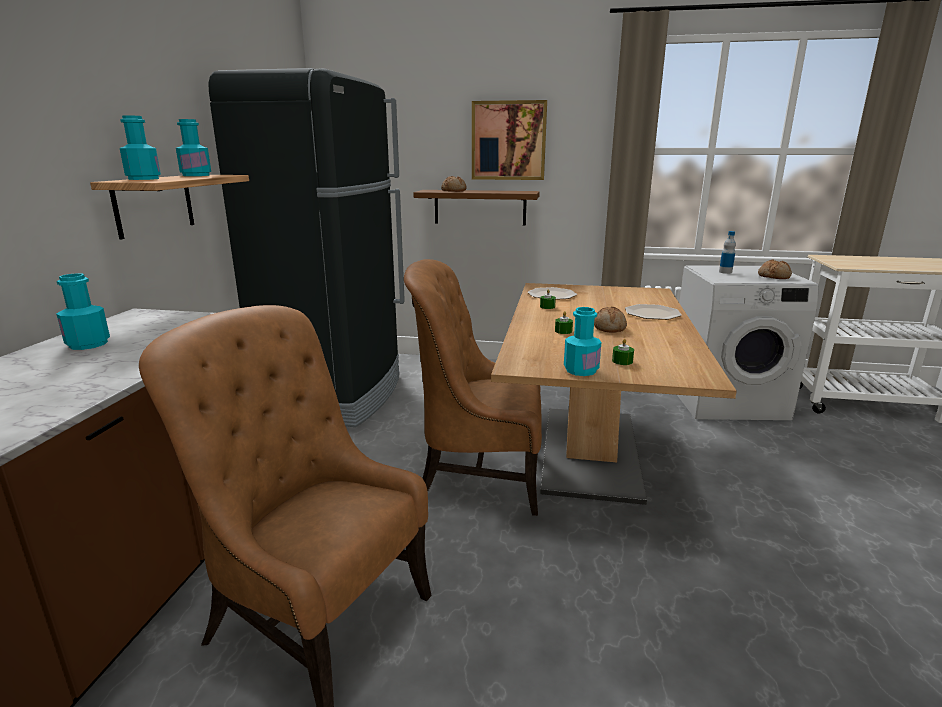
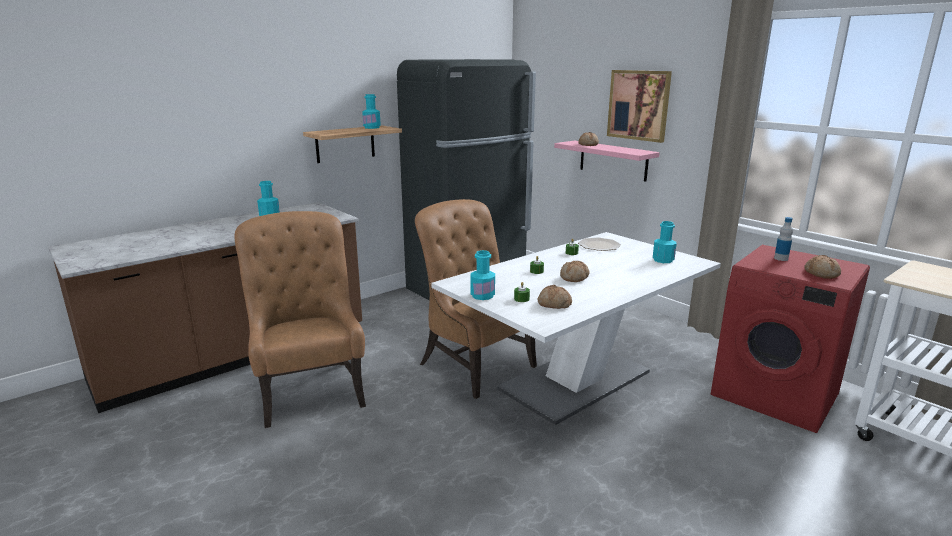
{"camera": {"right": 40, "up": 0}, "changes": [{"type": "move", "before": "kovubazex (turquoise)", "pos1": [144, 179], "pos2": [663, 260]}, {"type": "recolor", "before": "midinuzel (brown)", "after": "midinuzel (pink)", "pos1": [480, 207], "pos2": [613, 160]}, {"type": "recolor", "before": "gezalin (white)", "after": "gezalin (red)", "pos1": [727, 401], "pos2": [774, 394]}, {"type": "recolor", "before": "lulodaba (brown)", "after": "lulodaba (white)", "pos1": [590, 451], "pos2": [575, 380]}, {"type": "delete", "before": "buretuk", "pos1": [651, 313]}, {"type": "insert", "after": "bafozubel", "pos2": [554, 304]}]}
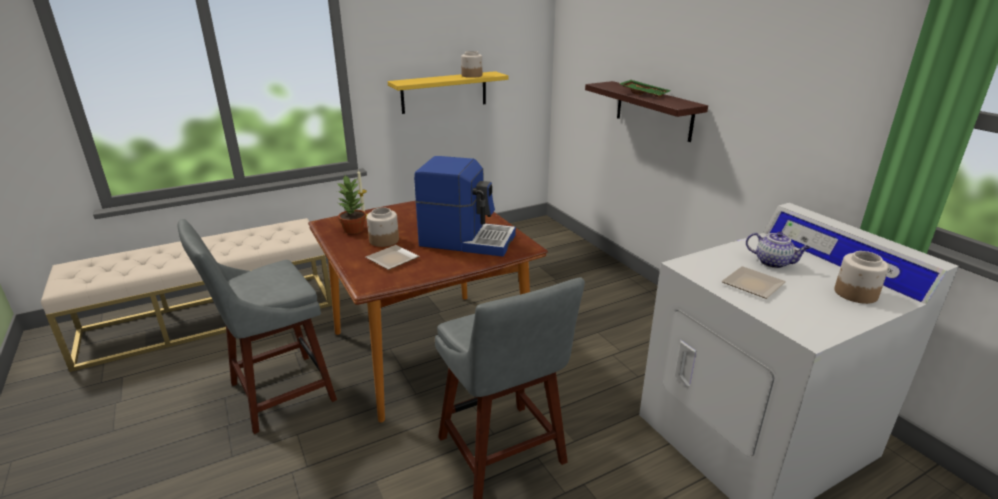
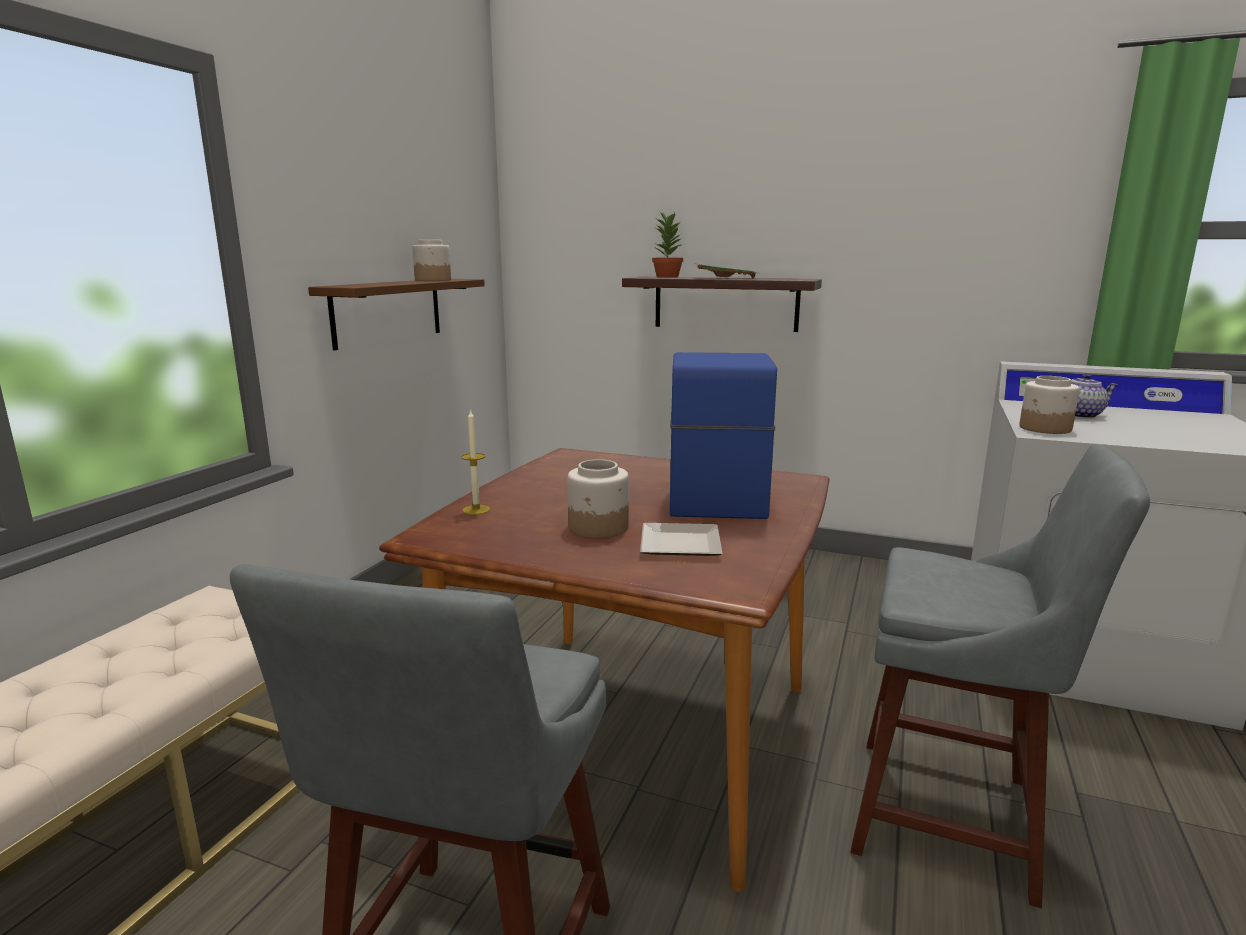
{"camera": {"right": -40, "up": -10}, "changes": [{"type": "recolor", "before": "midinuzel (yellow)", "after": "midinuzel (brown)", "pos1": [444, 92], "pos2": [388, 311]}, {"type": "rotate", "before": "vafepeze", "pos1": [467, 240], "pos2": [713, 492], "turn": -60}, {"type": "move", "before": "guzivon", "pos1": [354, 229], "pos2": [667, 277]}, {"type": "move", "before": "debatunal", "pos1": [855, 294], "pos2": [1045, 428]}, {"type": "delete", "before": "buretuk", "pos1": [751, 284]}]}
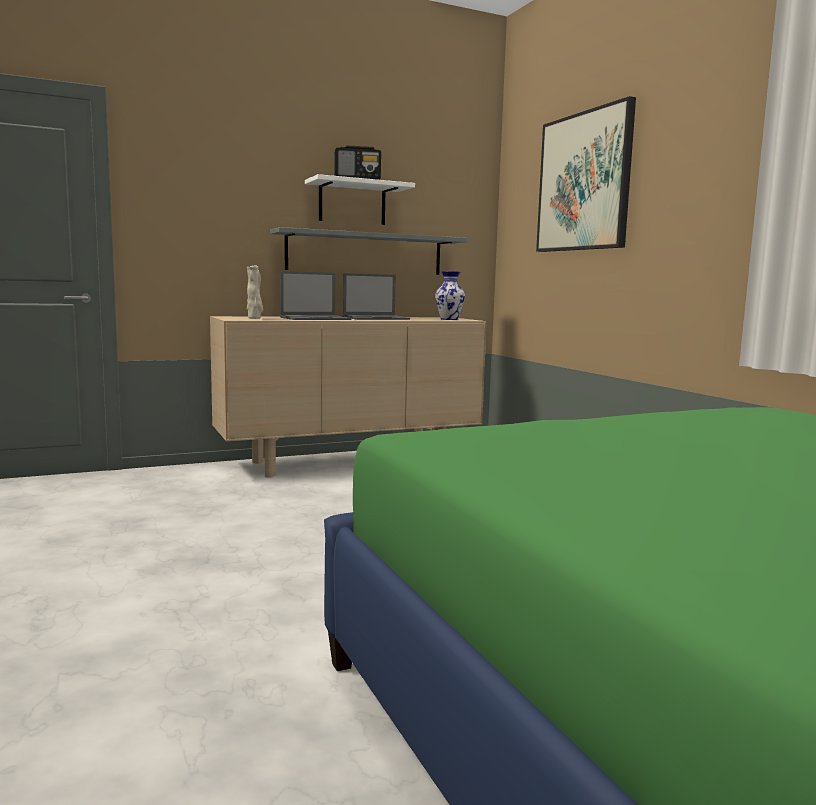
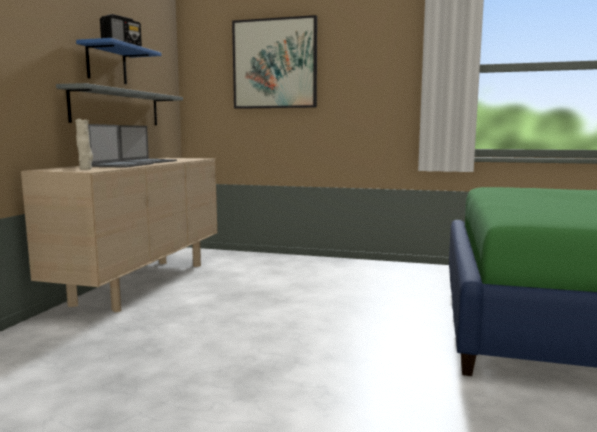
{"camera": {"right": -50, "up": 0}, "changes": [{"type": "recolor", "before": "midinuzel (white)", "after": "midinuzel (blue)", "pos1": [352, 203], "pos2": [106, 64]}, {"type": "delete", "before": "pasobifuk", "pos1": [449, 319]}]}
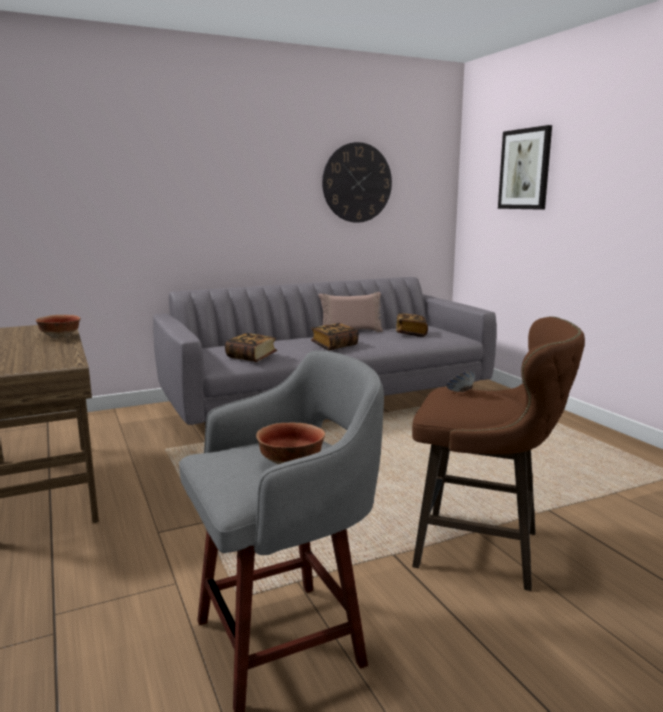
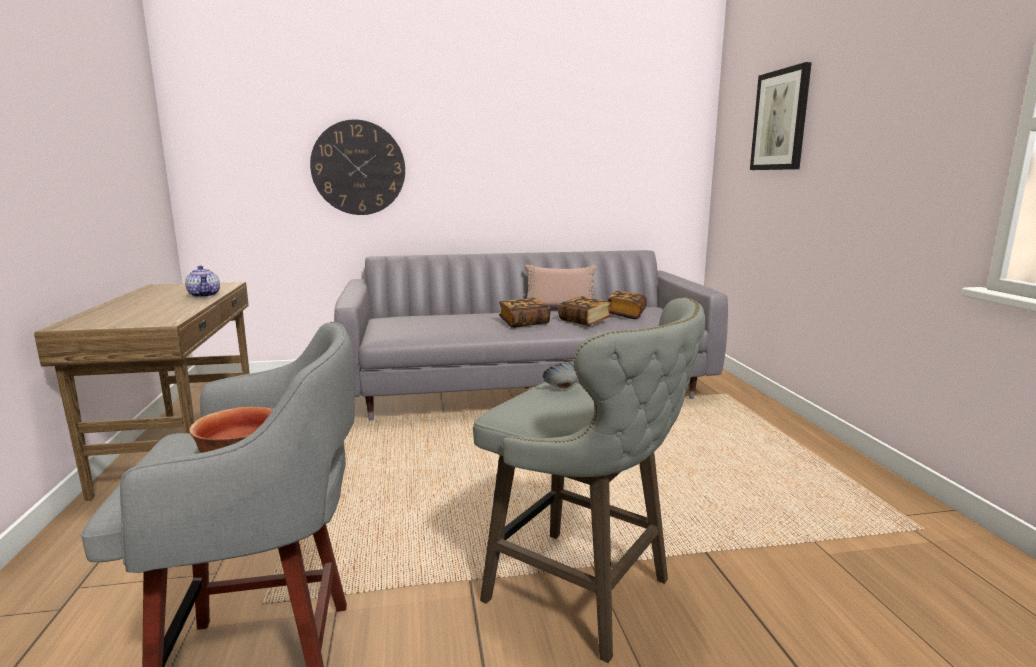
{"camera": {"right": 15, "up": 0}, "changes": [{"type": "move", "before": "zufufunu", "pos1": [357, 183], "pos2": [358, 168]}, {"type": "replace", "before": "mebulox", "after": "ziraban", "pos1": [61, 337], "pos2": [205, 295]}, {"type": "recolor", "before": "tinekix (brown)", "after": "tinekix (grey)", "pos1": [484, 550], "pos2": [585, 593]}, {"type": "move", "before": "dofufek", "pos1": [251, 357], "pos2": [584, 321]}]}
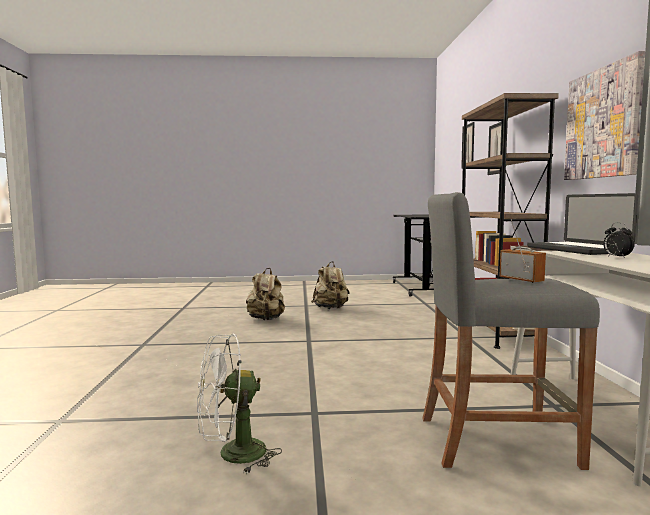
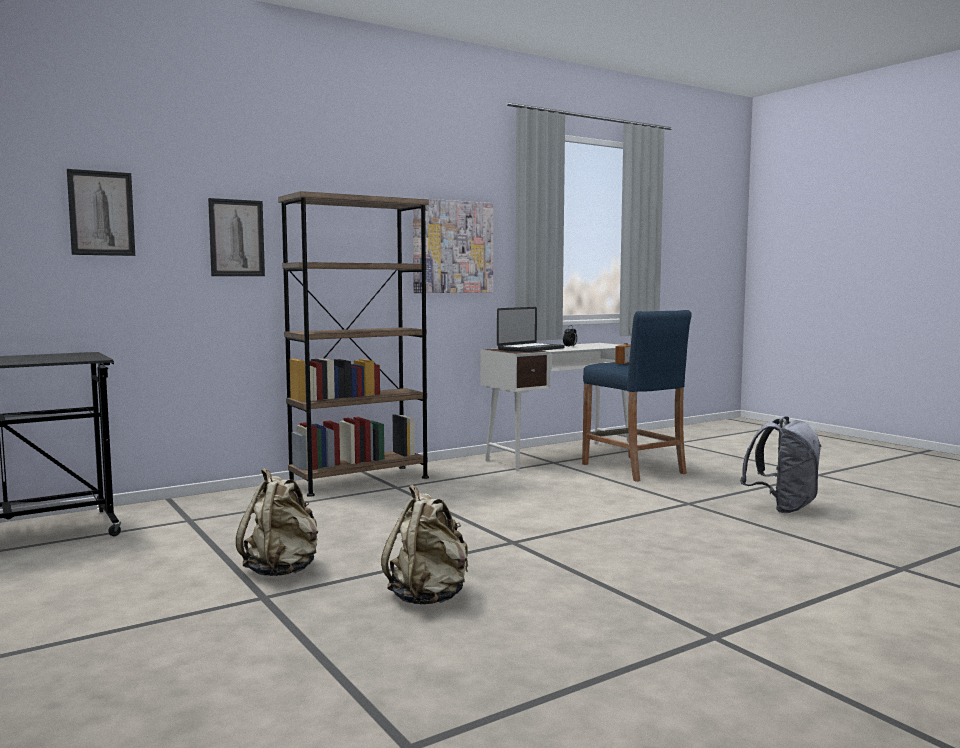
{"camera": {"right": -120, "up": 0}, "changes": [{"type": "recolor", "before": "tinekix (grey)", "after": "tinekix (blue)", "pos1": [496, 441], "pos2": [633, 469]}, {"type": "replace", "before": "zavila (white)", "after": "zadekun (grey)", "pos1": [232, 455], "pos2": [783, 508]}]}
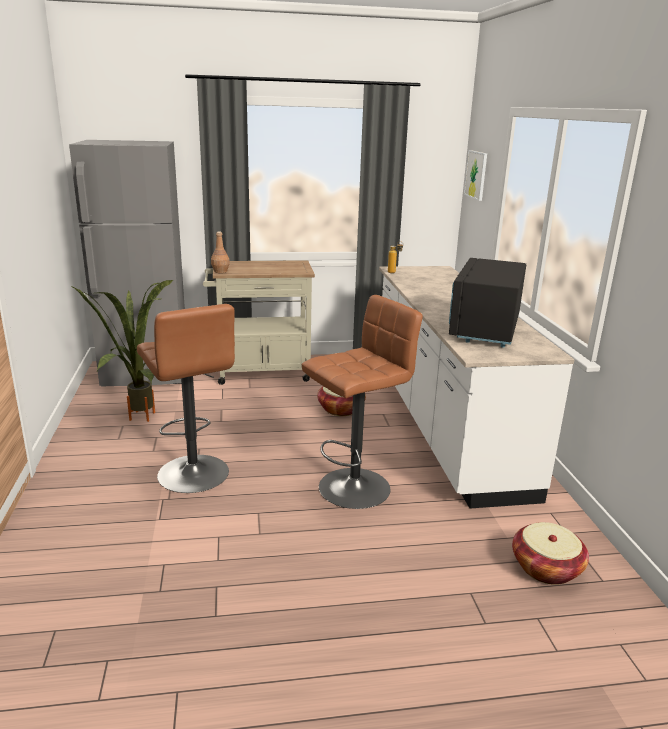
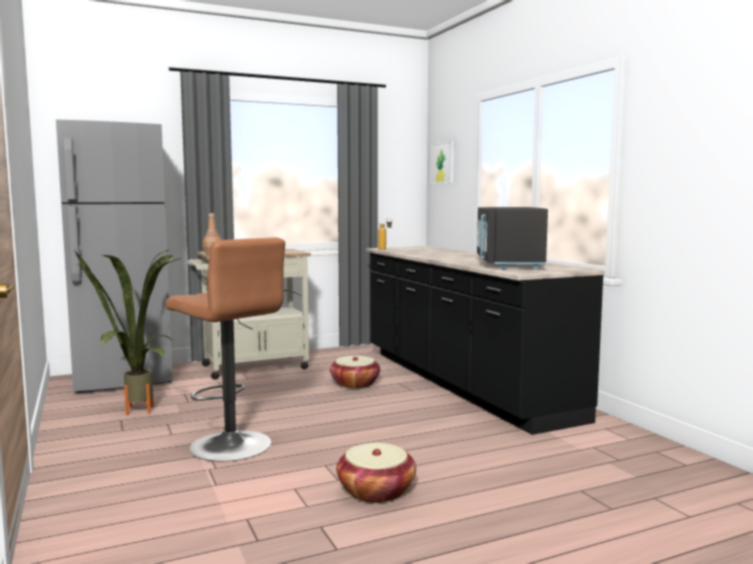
{"camera": {"right": -15, "up": -15}, "changes": [{"type": "recolor", "before": "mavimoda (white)", "after": "mavimoda (black)", "pos1": [443, 423], "pos2": [461, 383]}, {"type": "delete", "before": "tinekix (brown)", "pos1": [355, 488]}, {"type": "move", "before": "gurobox", "pos1": [546, 568], "pos2": [376, 491]}]}
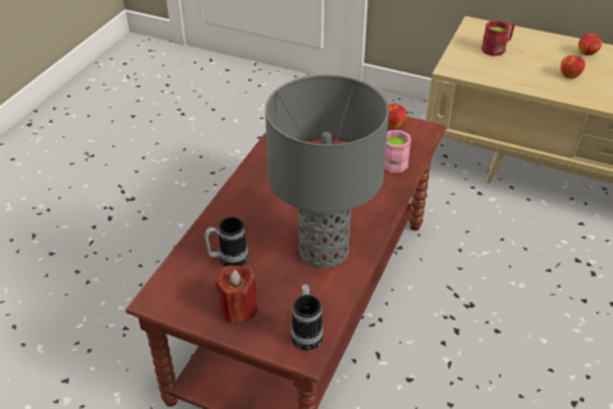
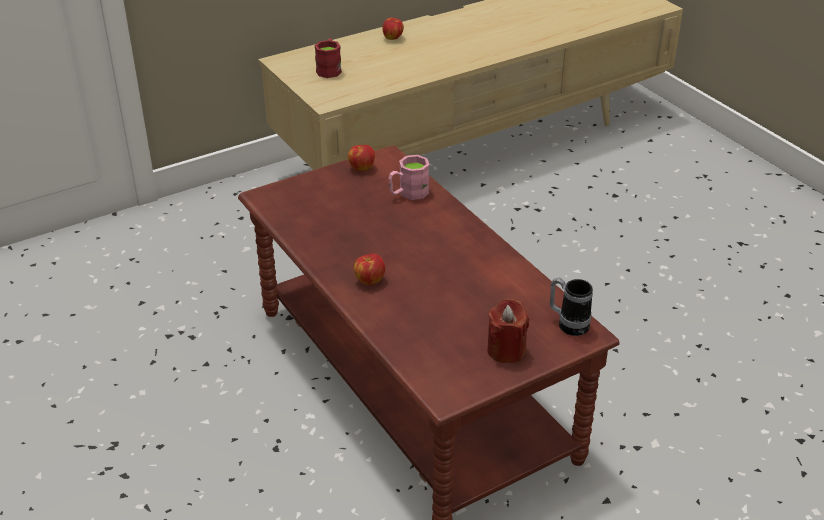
{"camera": {"right": -55, "up": -5}, "changes": [{"type": "move", "before": "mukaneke", "pos1": [569, 75], "pos2": [369, 280]}, {"type": "delete", "before": "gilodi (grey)", "pos1": [322, 250]}, {"type": "delete", "before": "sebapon", "pos1": [228, 260]}]}
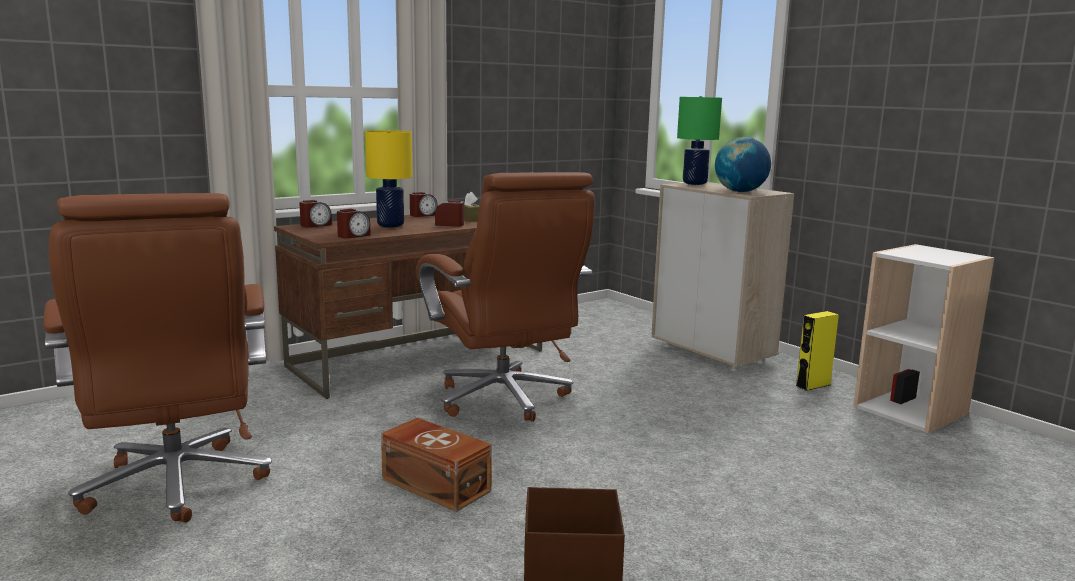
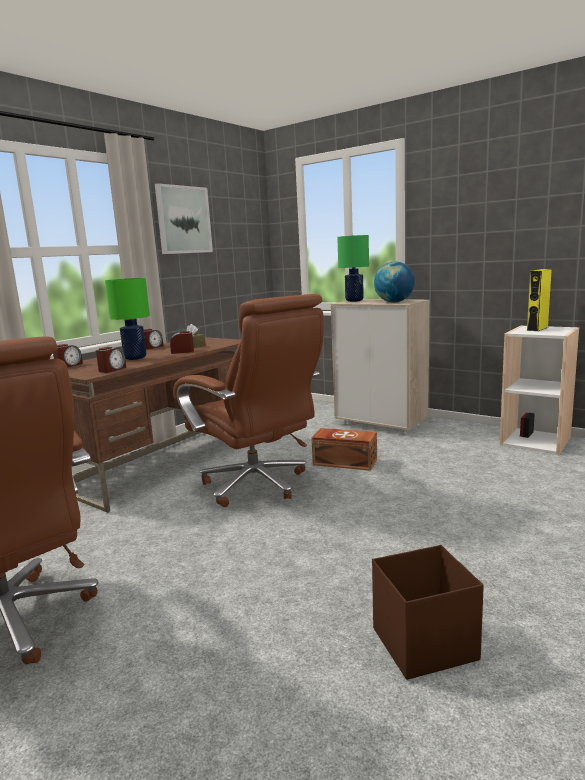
{"camera": {"right": -15, "up": 0}, "changes": [{"type": "recolor", "before": "gilodi (yellow)", "after": "gilodi (green)", "pos1": [390, 226], "pos2": [135, 359]}, {"type": "move", "before": "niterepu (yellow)", "pos1": [813, 385], "pos2": [537, 329]}, {"type": "move", "before": "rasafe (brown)", "pos1": [436, 484], "pos2": [344, 461]}, {"type": "insert", "after": "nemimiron", "pos2": [183, 220]}]}
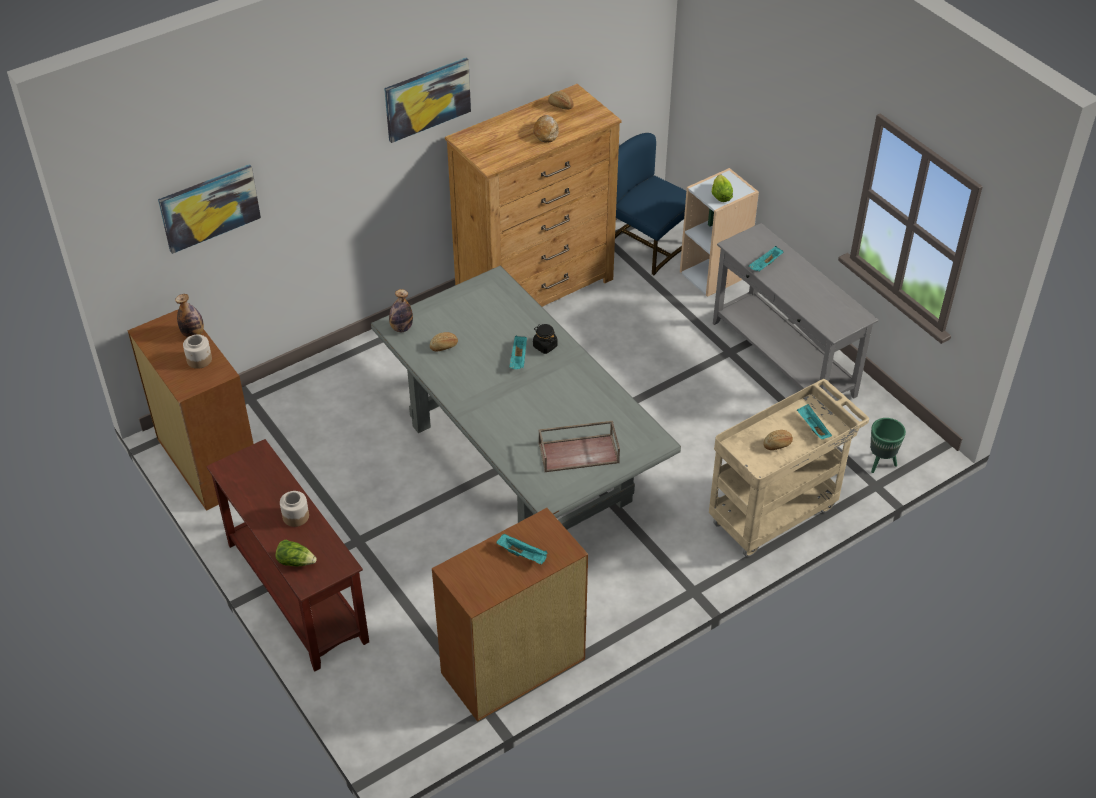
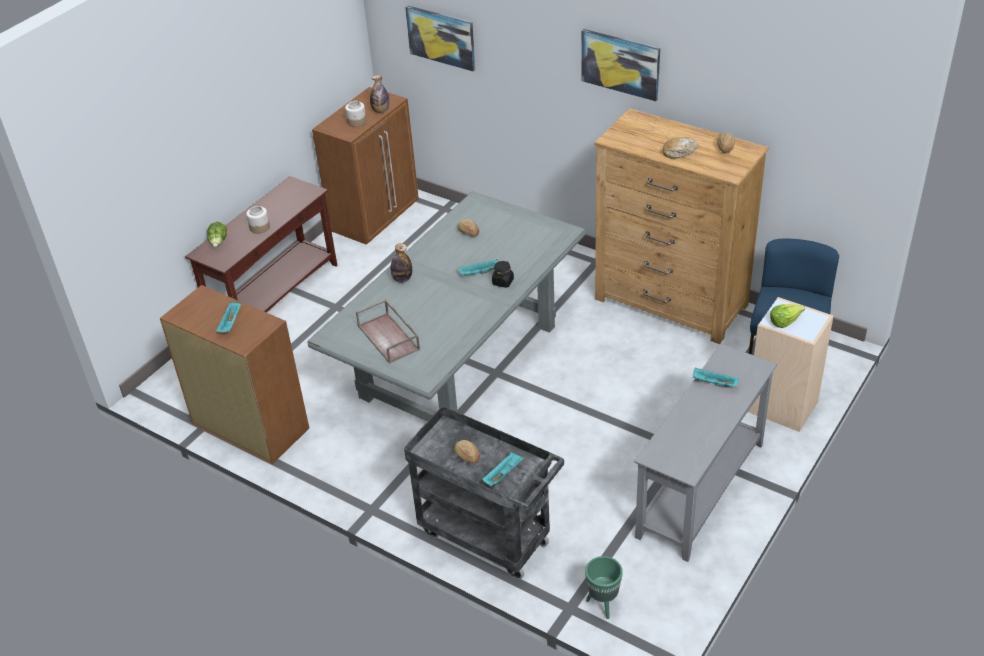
{"camera": {"right": 70, "up": -5}, "changes": [{"type": "move", "before": "kovubazex", "pos1": [401, 328], "pos2": [402, 279]}, {"type": "recolor", "before": "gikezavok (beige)", "after": "gikezavok (black)", "pos1": [777, 515], "pos2": [490, 542]}]}
